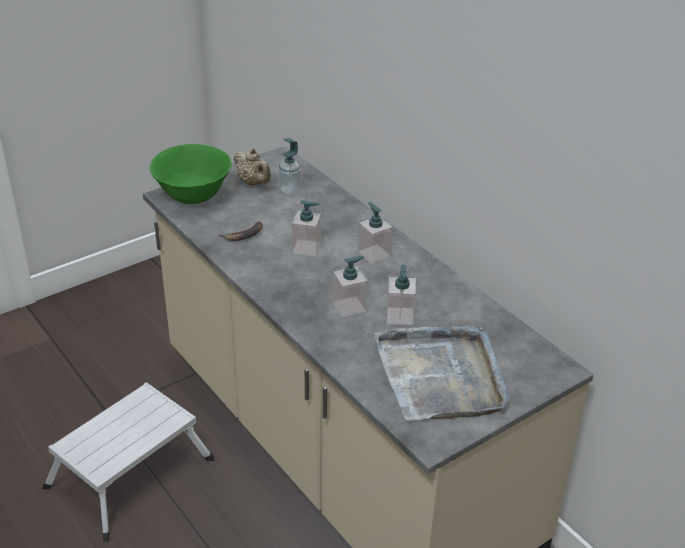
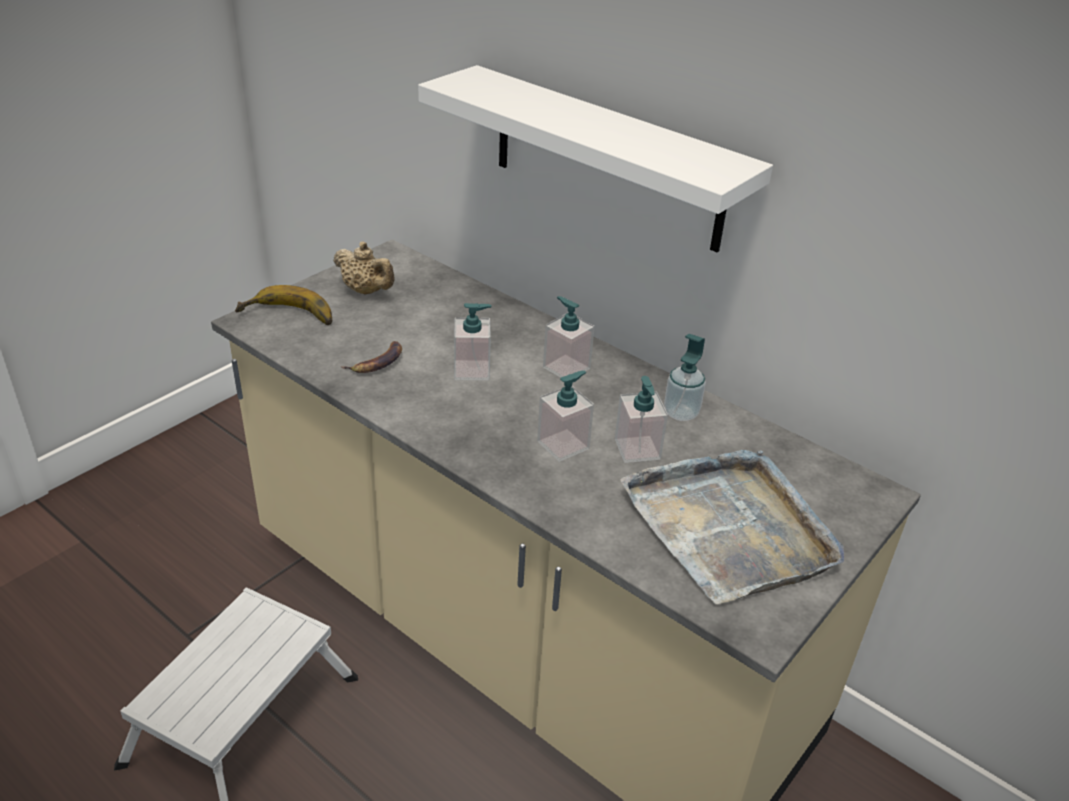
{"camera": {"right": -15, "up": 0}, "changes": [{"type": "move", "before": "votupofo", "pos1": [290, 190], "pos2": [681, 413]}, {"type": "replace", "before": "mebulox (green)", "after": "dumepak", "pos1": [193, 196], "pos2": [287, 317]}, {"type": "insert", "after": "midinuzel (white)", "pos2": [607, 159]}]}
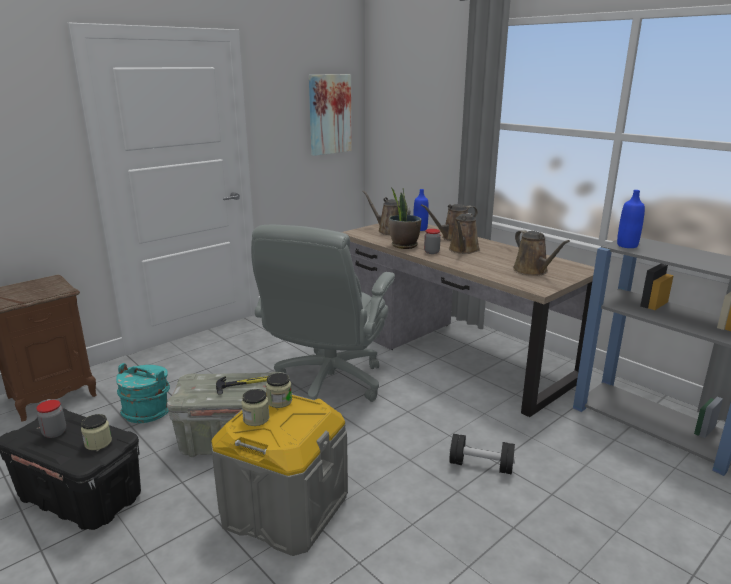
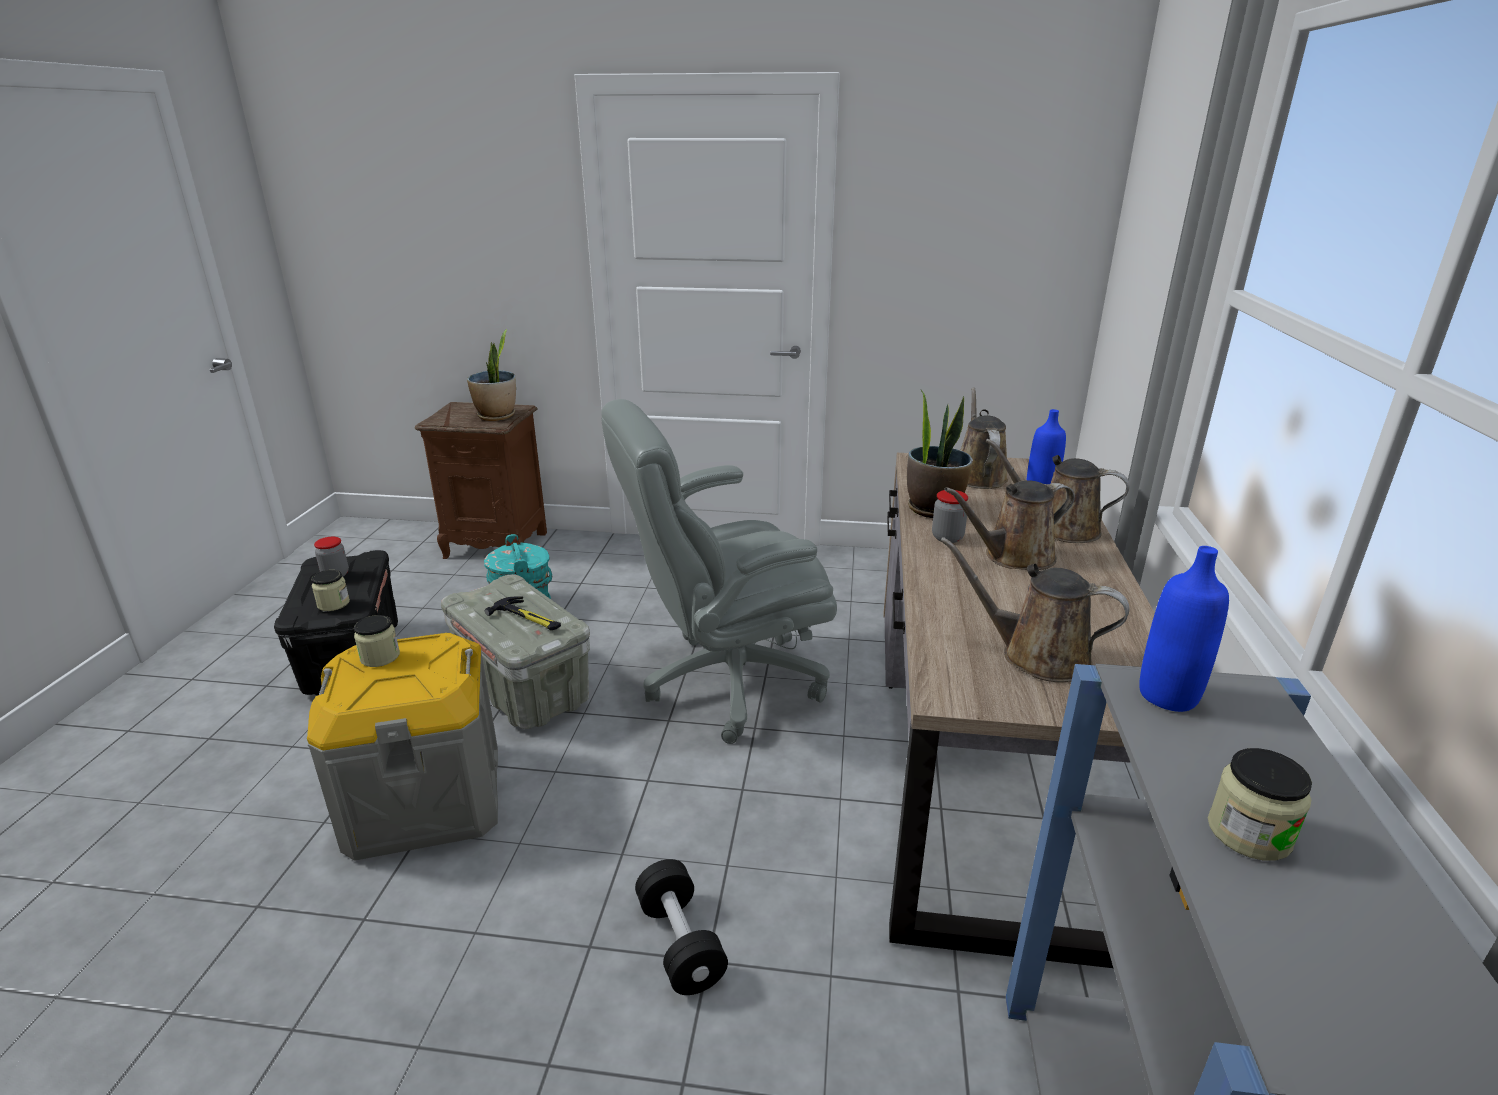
{"camera": {"right": 50, "up": 5}, "changes": [{"type": "delete", "before": "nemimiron", "pos1": [329, 114]}, {"type": "rotate", "before": "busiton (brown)", "pos1": [532, 271], "pos2": [1036, 656], "turn": 90}, {"type": "move", "before": "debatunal", "pos1": [279, 401], "pos2": [1249, 833]}, {"type": "insert", "after": "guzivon", "pos2": [497, 416]}]}
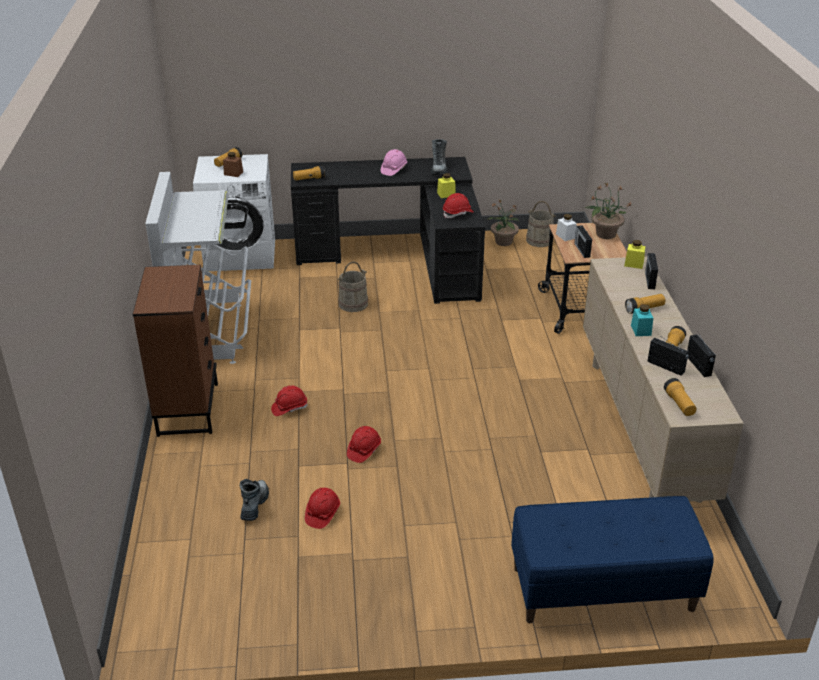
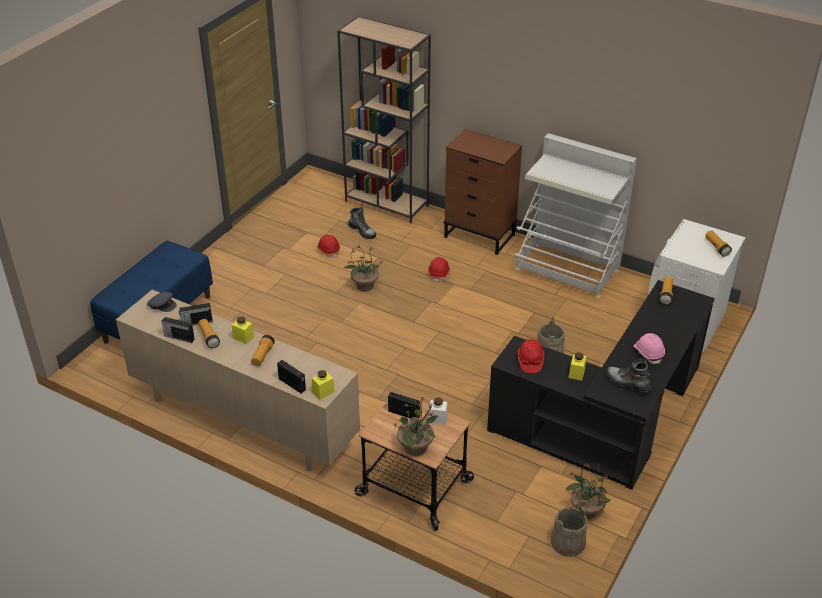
{"camera": {"right": 125, "up": 5}, "changes": [{"type": "delete", "before": "debatunal (brown)", "pos1": [233, 173]}, {"type": "recolor", "before": "debatunal (turquoise)", "after": "debatunal (yellow)", "pos1": [641, 330], "pos2": [243, 337]}, {"type": "replace", "before": "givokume", "after": "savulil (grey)", "pos1": [679, 404], "pos2": [162, 305]}, {"type": "replace", "before": "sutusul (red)", "after": "guzivon", "pos1": [363, 450], "pos2": [364, 286]}, {"type": "insert", "after": "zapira", "pos2": [387, 203]}]}
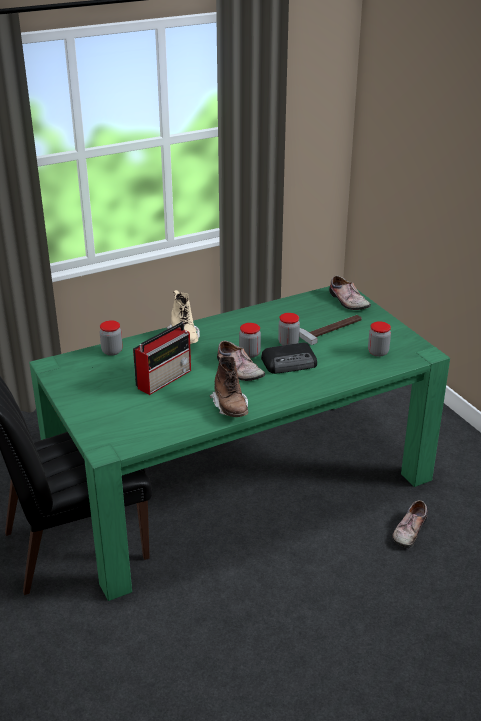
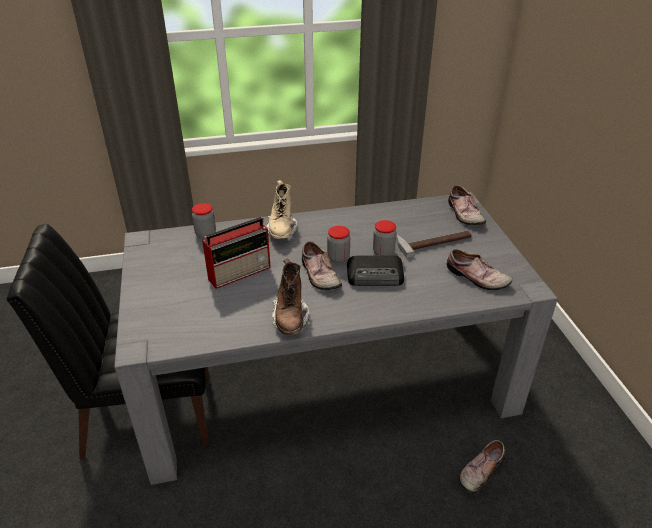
{"camera": {"right": 15, "up": 5}, "changes": [{"type": "recolor", "before": "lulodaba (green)", "after": "lulodaba (grey)", "pos1": [240, 482], "pos2": [326, 377]}, {"type": "replace", "before": "debatunal", "after": "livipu", "pos1": [378, 352], "pos2": [476, 278]}]}
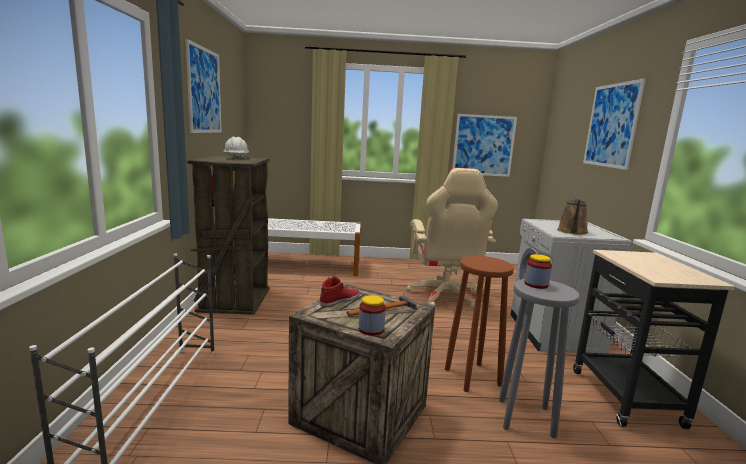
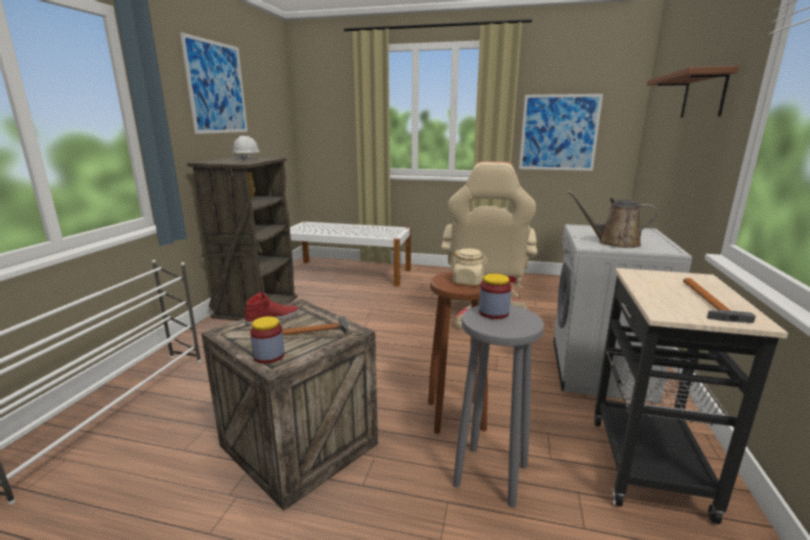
{"camera": {"right": 15, "up": 5}, "changes": [{"type": "replace", "before": "nemimiron", "after": "midinuzel (brown)", "pos1": [611, 125], "pos2": [703, 95]}, {"type": "rotate", "before": "busiton (brown)", "pos1": [572, 232], "pos2": [614, 243], "turn": 75}, {"type": "insert", "after": "debatunal (beige)", "pos2": [468, 281]}, {"type": "insert", "after": "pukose", "pos2": [709, 303]}]}
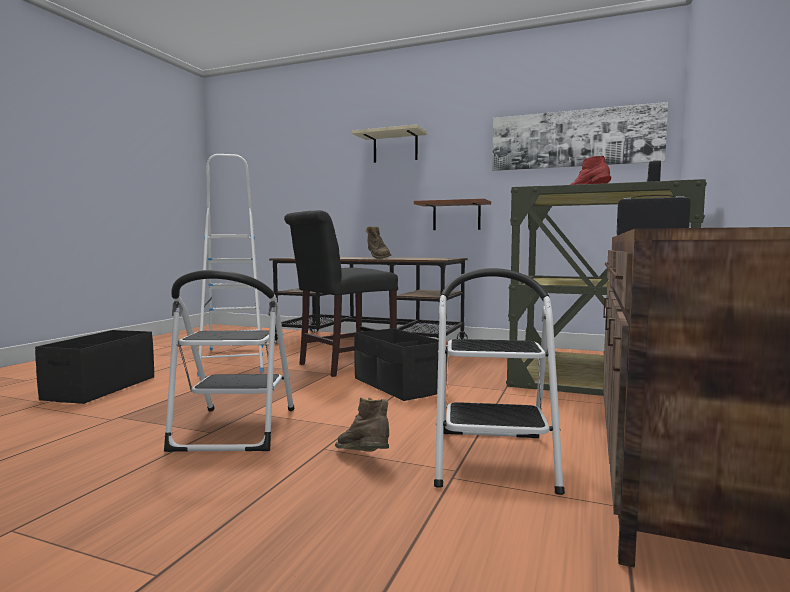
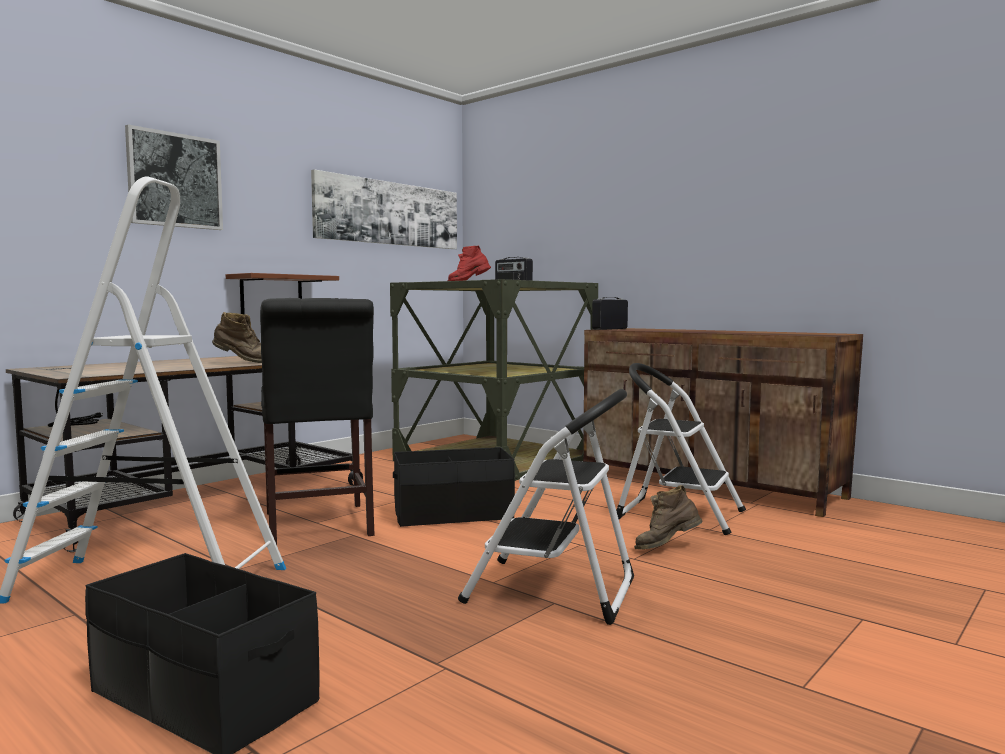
{"camera": {"right": -70, "up": 0}, "changes": [{"type": "replace", "before": "midinuzel (beige)", "after": "nemimiron", "pos1": [395, 147], "pos2": [175, 180]}]}
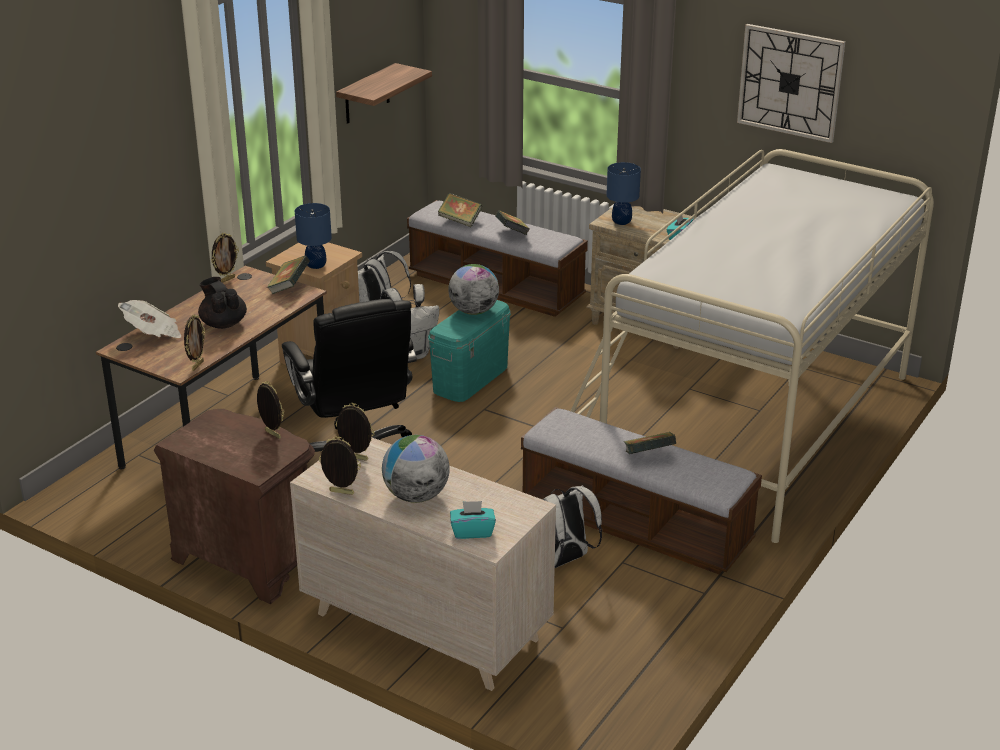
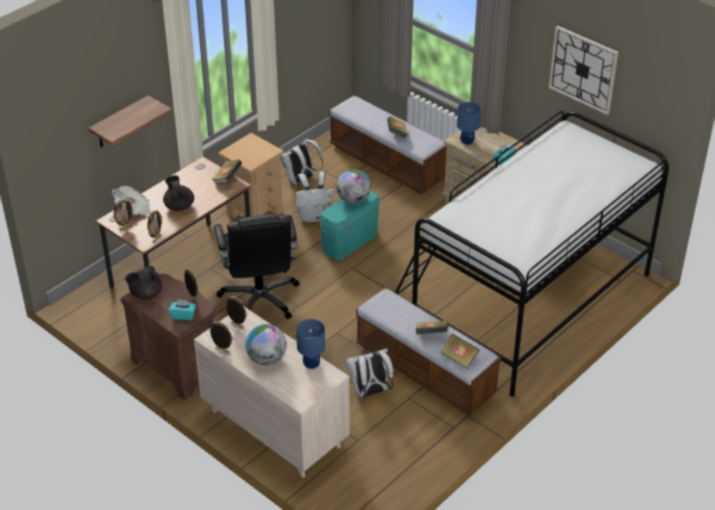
{"camera": {"right": 10, "up": 10}, "changes": [{"type": "move", "before": "midinuzel", "pos1": [367, 94], "pos2": [120, 123]}, {"type": "recolor", "before": "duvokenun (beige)", "after": "duvokenun (black)", "pos1": [753, 427], "pos2": [528, 304]}, {"type": "move", "before": "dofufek", "pos1": [460, 221], "pos2": [459, 359]}, {"type": "move", "before": "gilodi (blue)", "pos1": [315, 265], "pos2": [311, 364]}, {"type": "move", "before": "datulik", "pos1": [226, 279], "pos2": [125, 228]}, {"type": "move", "before": "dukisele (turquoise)", "pos1": [472, 531], "pos2": [183, 315]}, {"type": "insert", "after": "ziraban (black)", "pos2": [145, 294]}]}
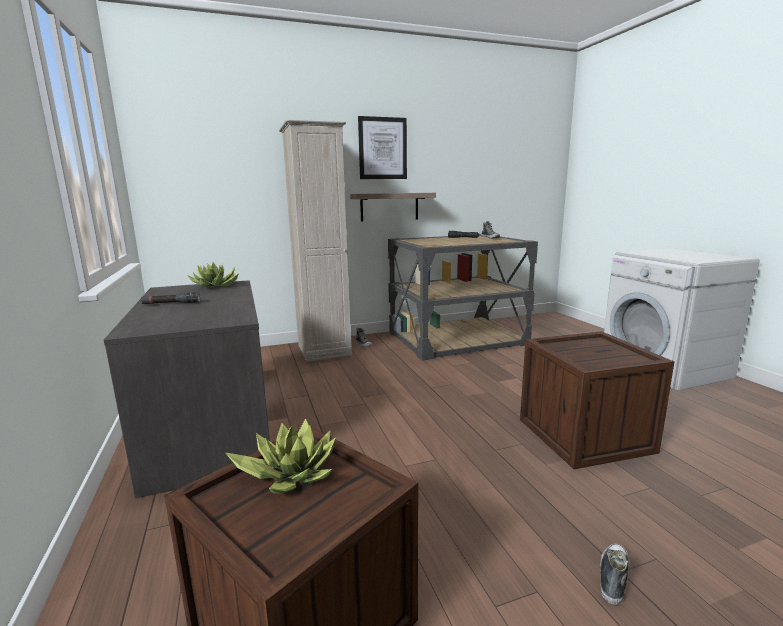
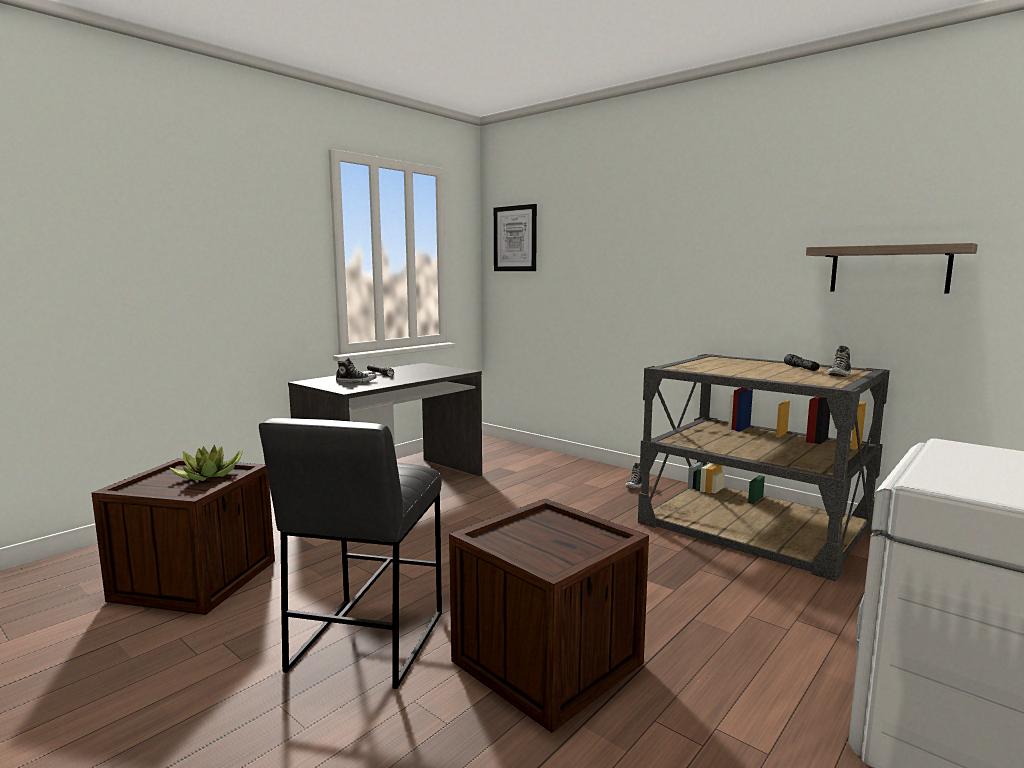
{"camera": {"right": 60, "up": -5}, "changes": [{"type": "move", "before": "nemimiron", "pos1": [382, 148], "pos2": [515, 238]}, {"type": "delete", "before": "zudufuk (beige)", "pos1": [324, 350]}, {"type": "move", "before": "midinuzel", "pos1": [389, 207], "pos2": [889, 269]}, {"type": "delete", "before": "guzivon", "pos1": [215, 286]}, {"type": "move", "before": "livipu", "pos1": [613, 577], "pos2": [356, 381]}, {"type": "insert", "after": "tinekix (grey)", "pos2": [366, 642]}]}
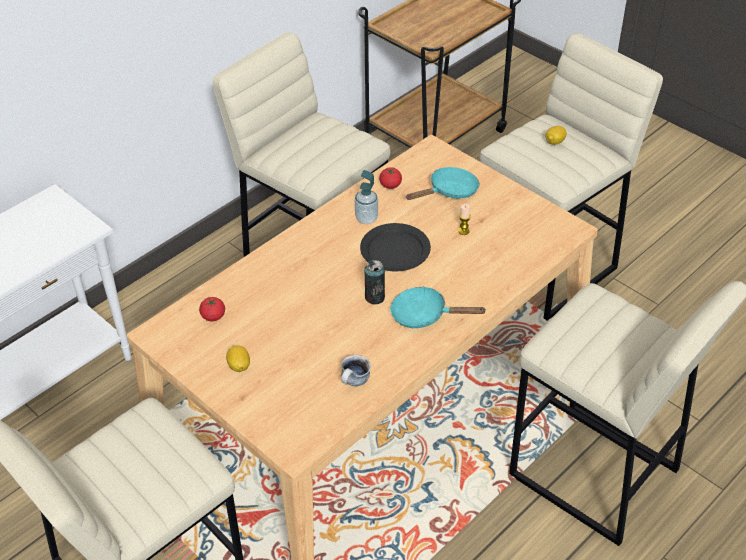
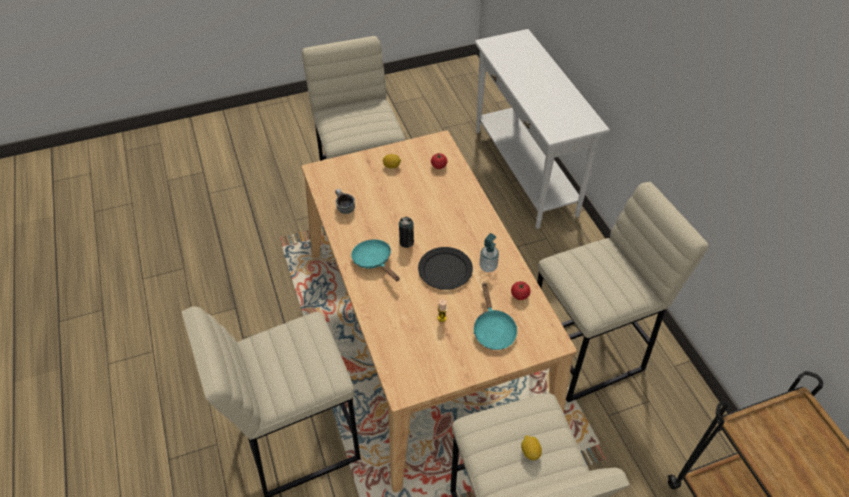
{"camera": {"right": 115, "up": 5}, "changes": [{"type": "rotate", "before": "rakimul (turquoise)", "pos1": [424, 315], "pos2": [374, 261], "turn": -75}]}
